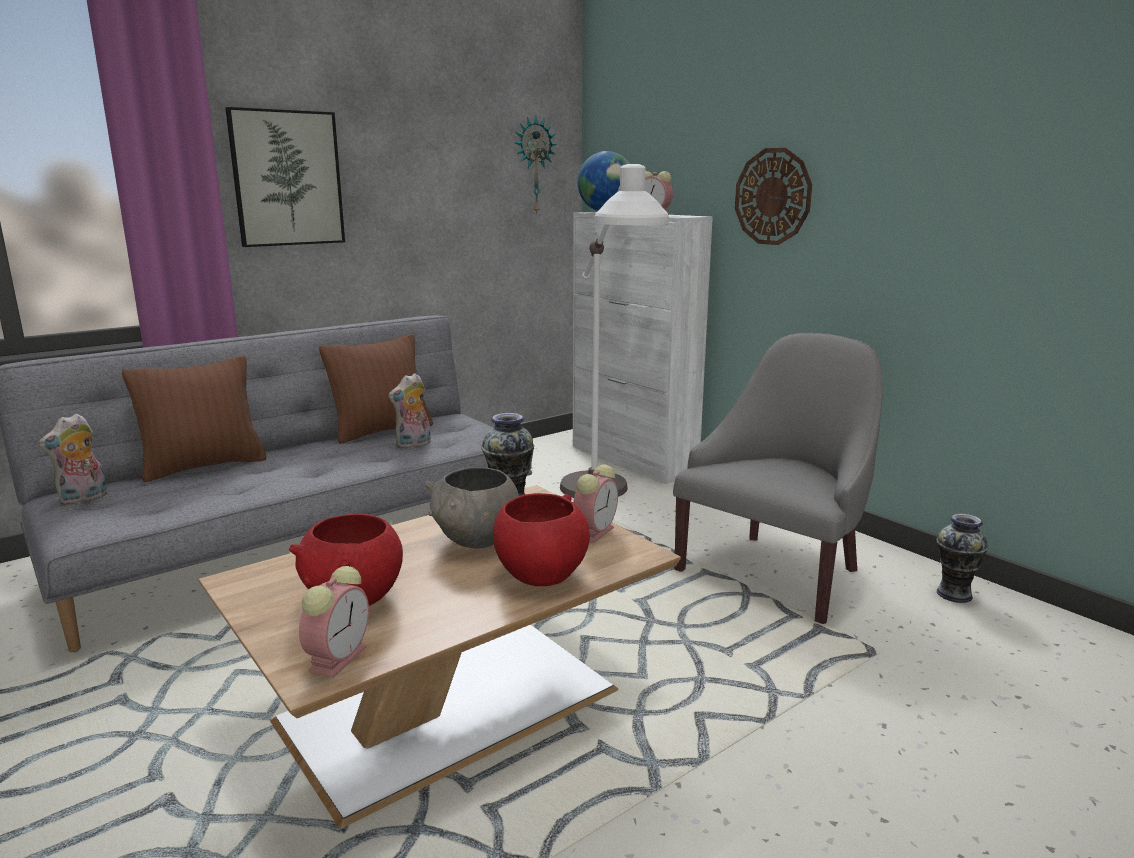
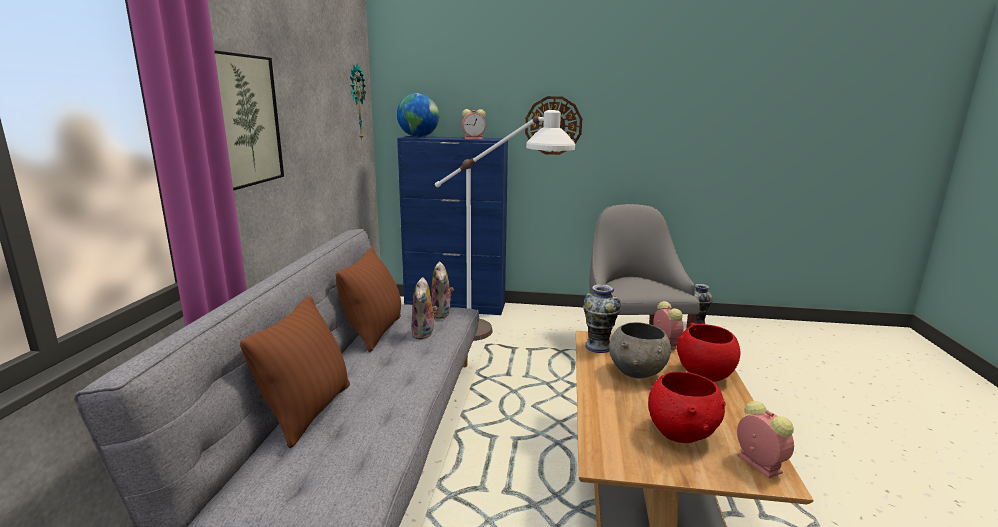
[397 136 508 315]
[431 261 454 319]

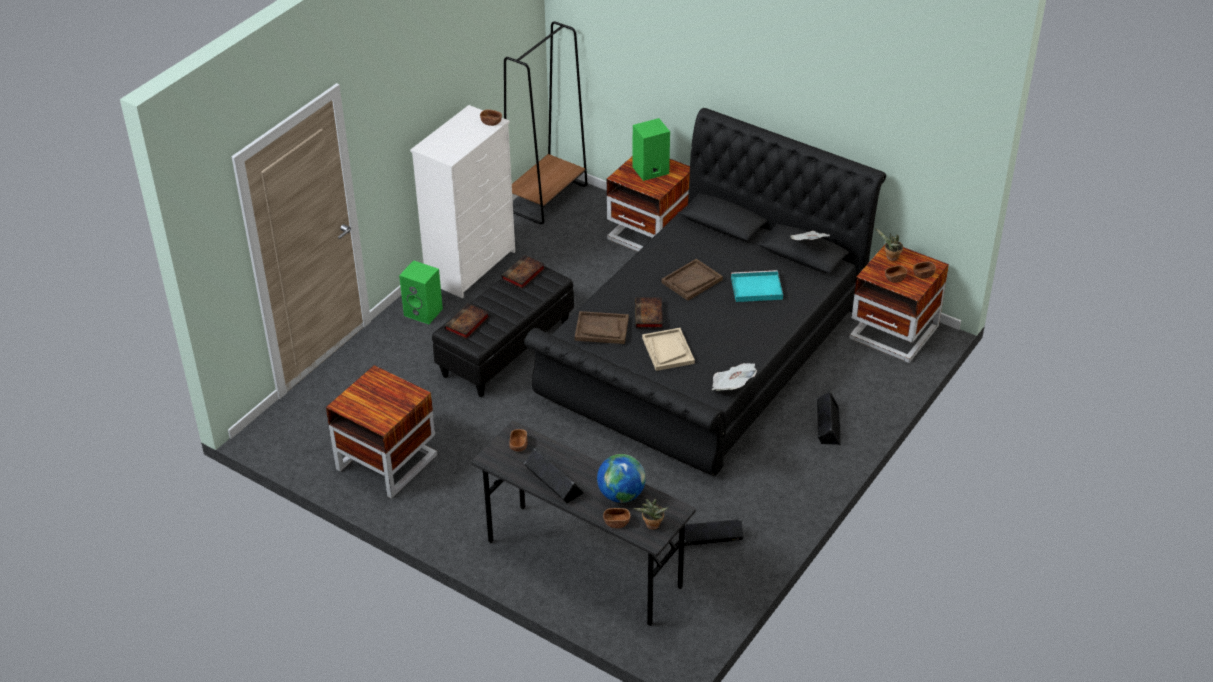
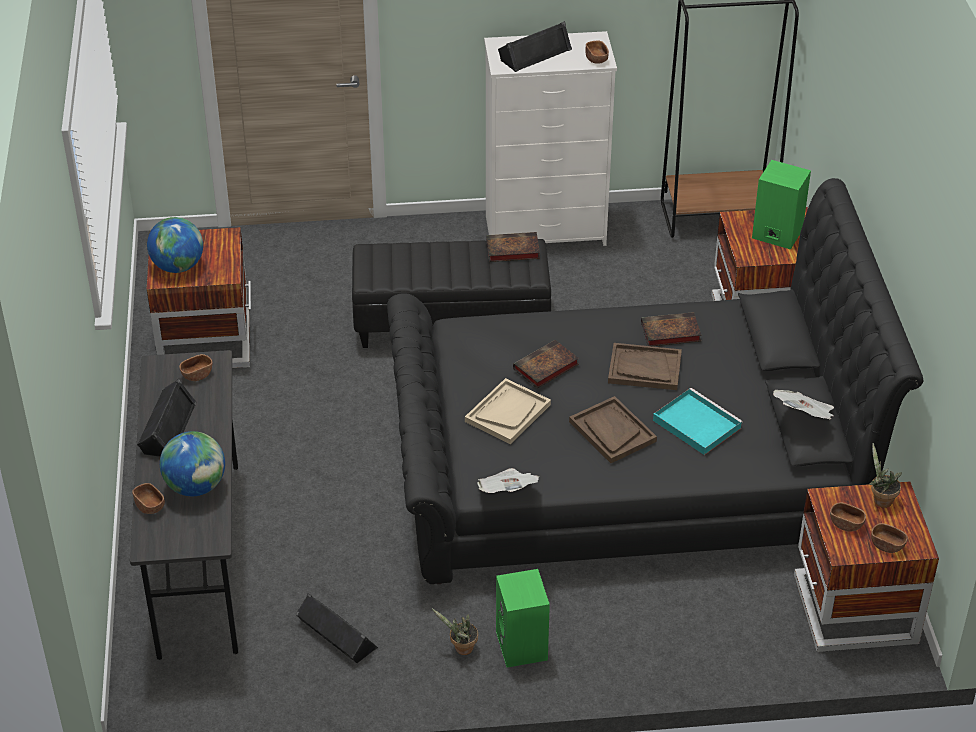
[147 217 203 273]
[432 609 478 655]
[496 569 550 668]
[498 21 572 72]
[569 396 657 463]
[641 312 702 346]

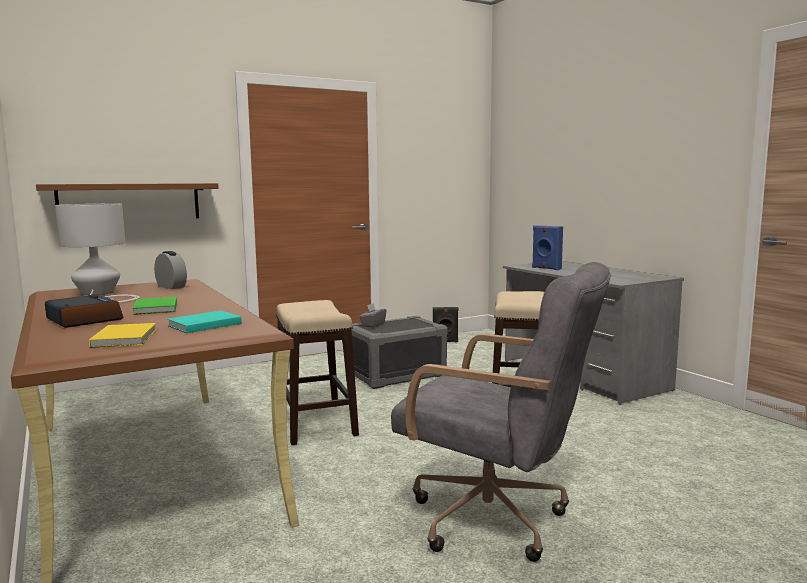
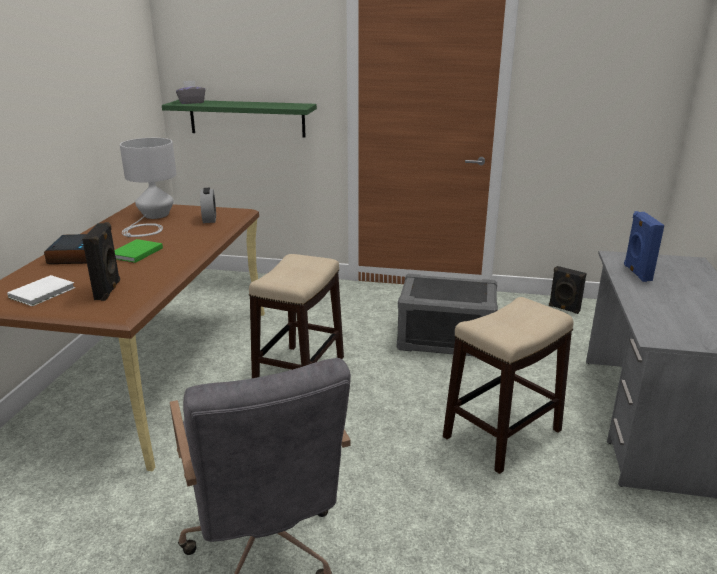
[7 275 75 306]
[82 222 120 301]
[162 100 317 138]
[176 80 205 104]

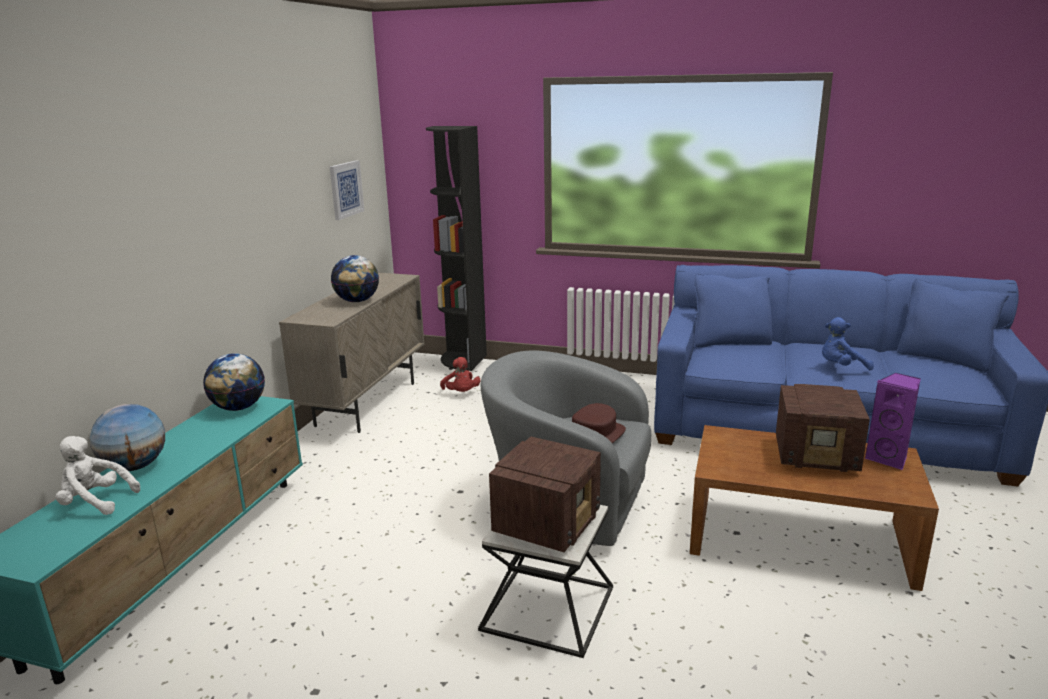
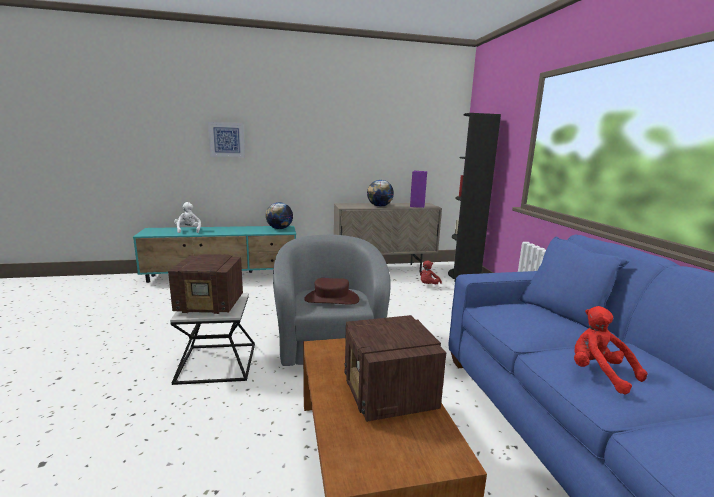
[208 122 245 157]
[410 171 427 208]
[574 306 648 395]
[90 404 165 471] (first image)

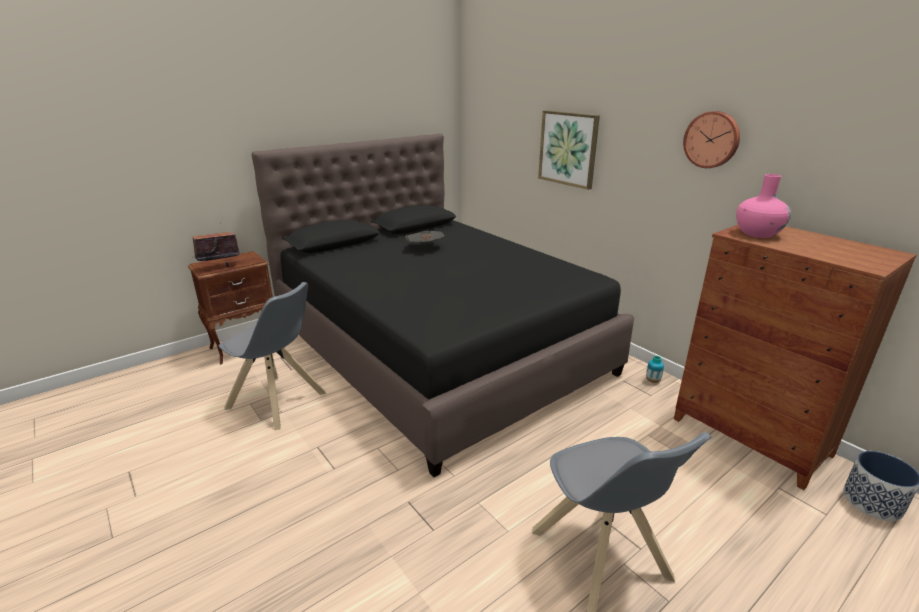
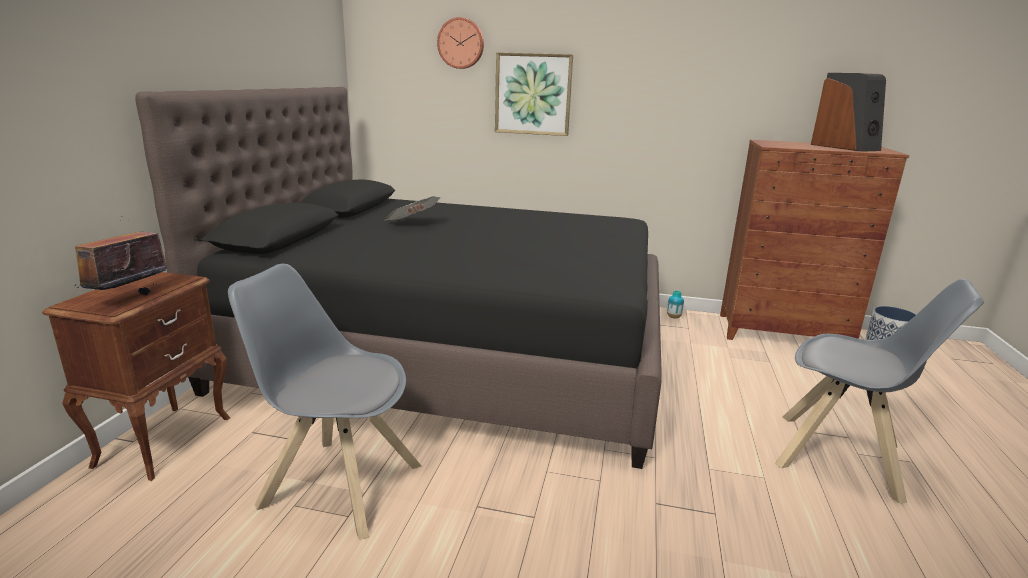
[228 264 422 540]
[437 17 484 69]
[811 73 886 152]
[736 174 791 238] (first image)

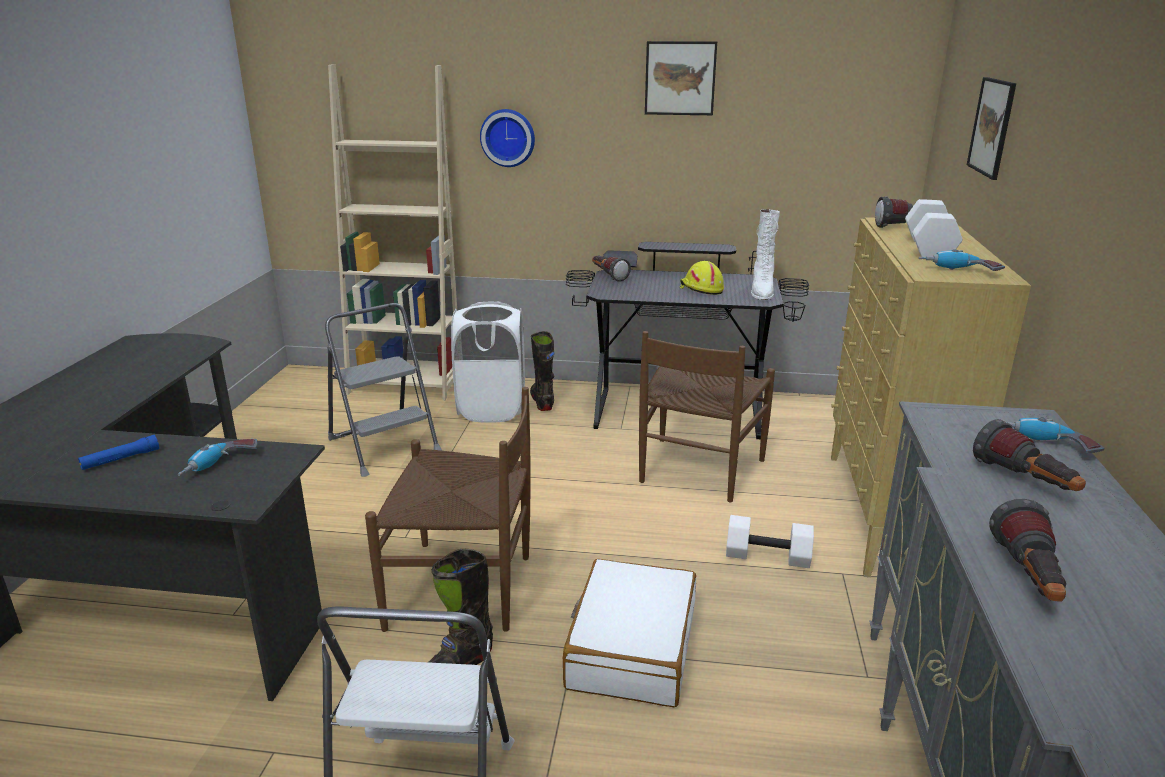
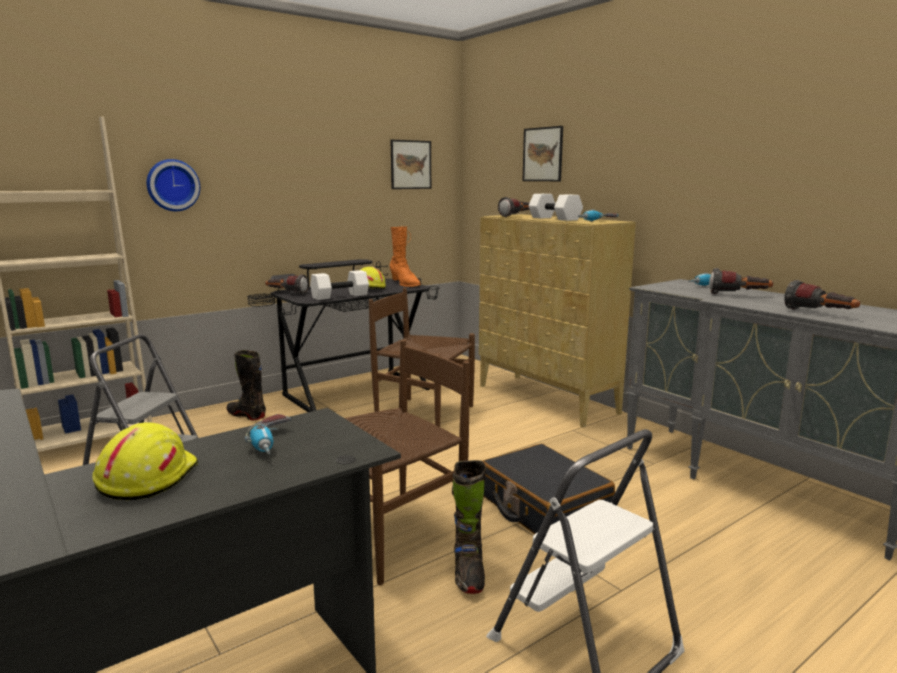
[92 422 198 500]
[310 270 369 300]
[369 288 475 427]
[389 226 421 287]
[390 140 431 189]
[483 444 615 534]
[451 301 525 423] (first image)

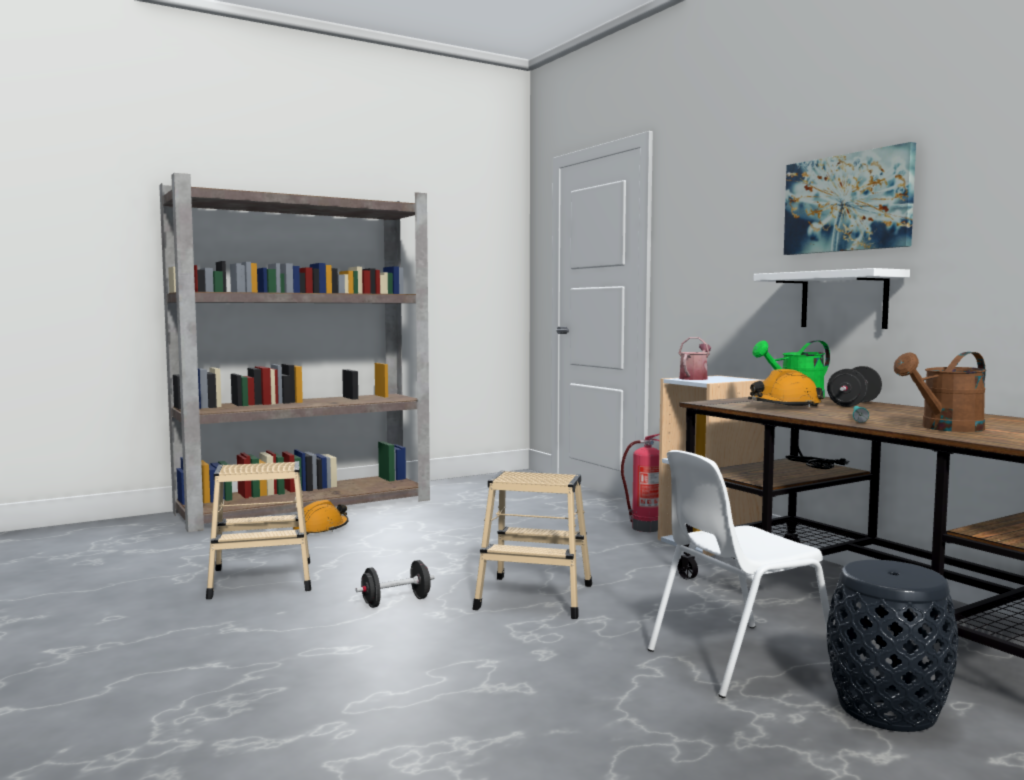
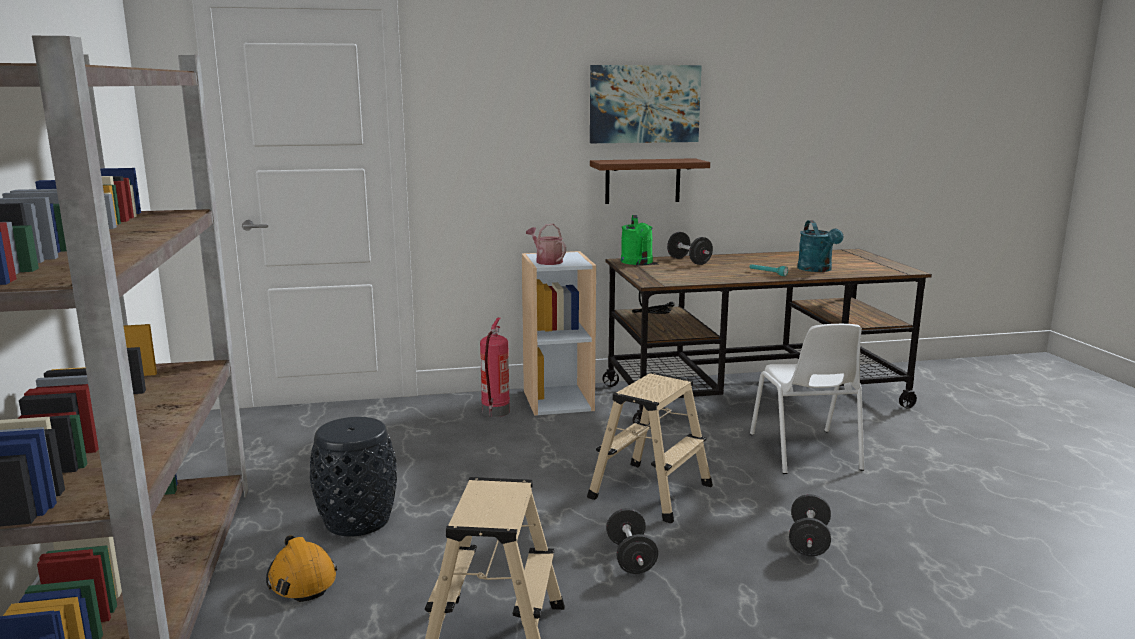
[310 417 397 537]
[590 158 710 204]
[789 494 831 556]
[797 220 844 272]
[748 369 824 407] (first image)

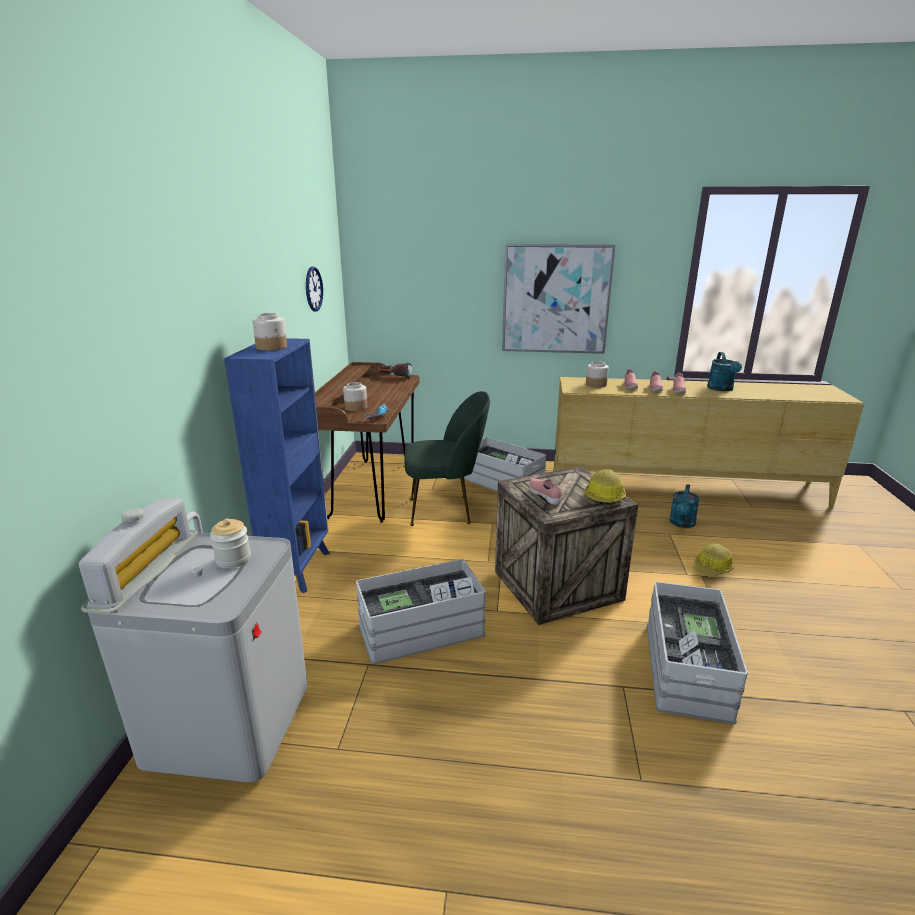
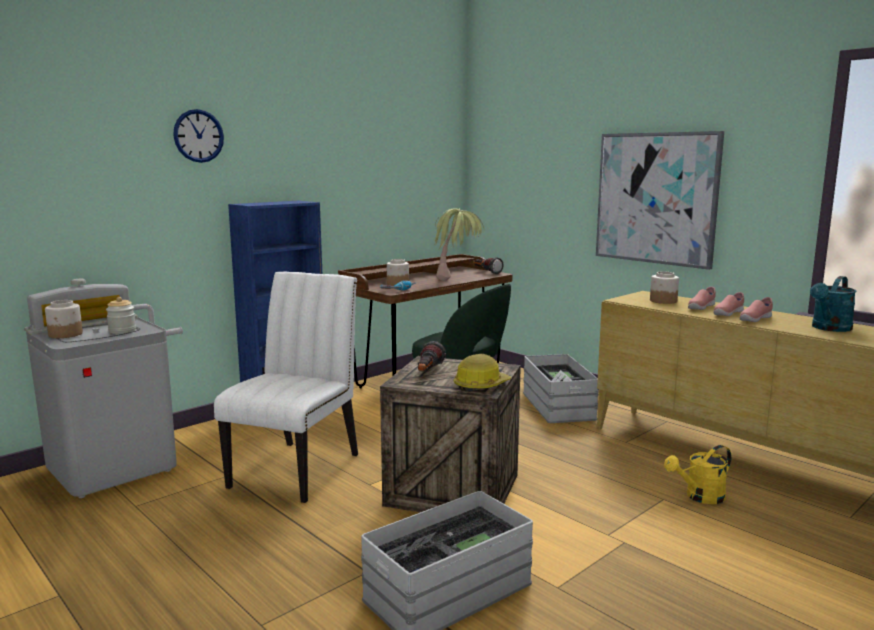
[45 300 83 338]
[173 109 224 163]
[214 271 358 503]
[418 341 446 371]
[434 208 484 281]
[664 445 732 504]
[692 544 734 577] (first image)

